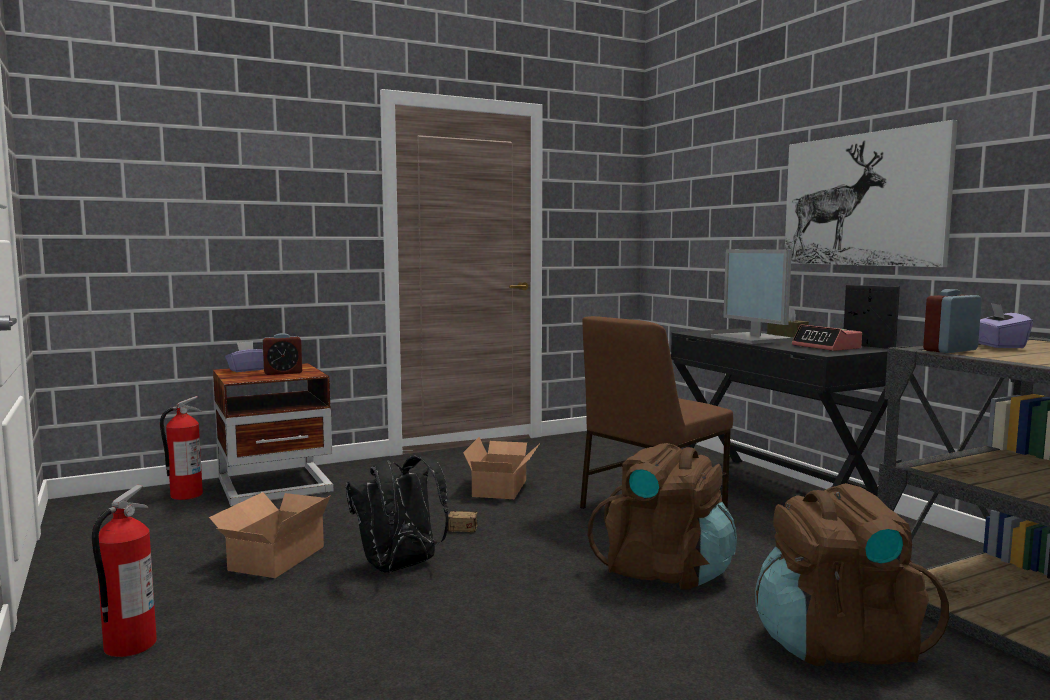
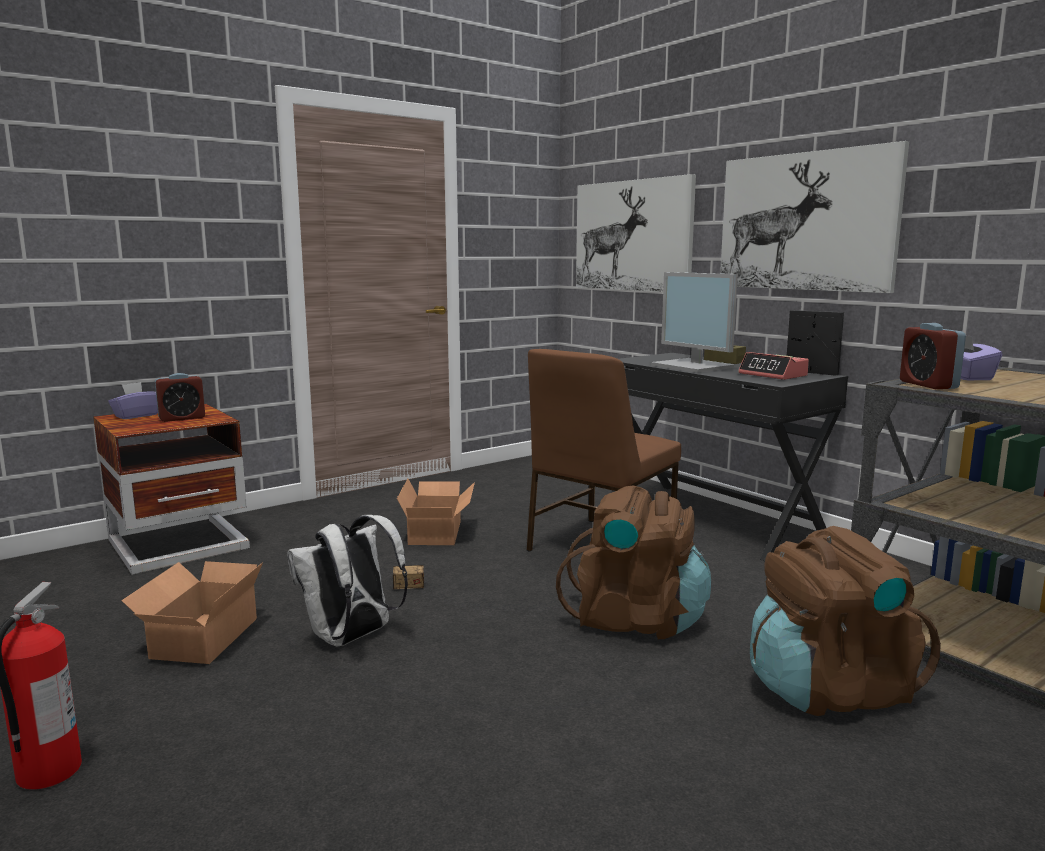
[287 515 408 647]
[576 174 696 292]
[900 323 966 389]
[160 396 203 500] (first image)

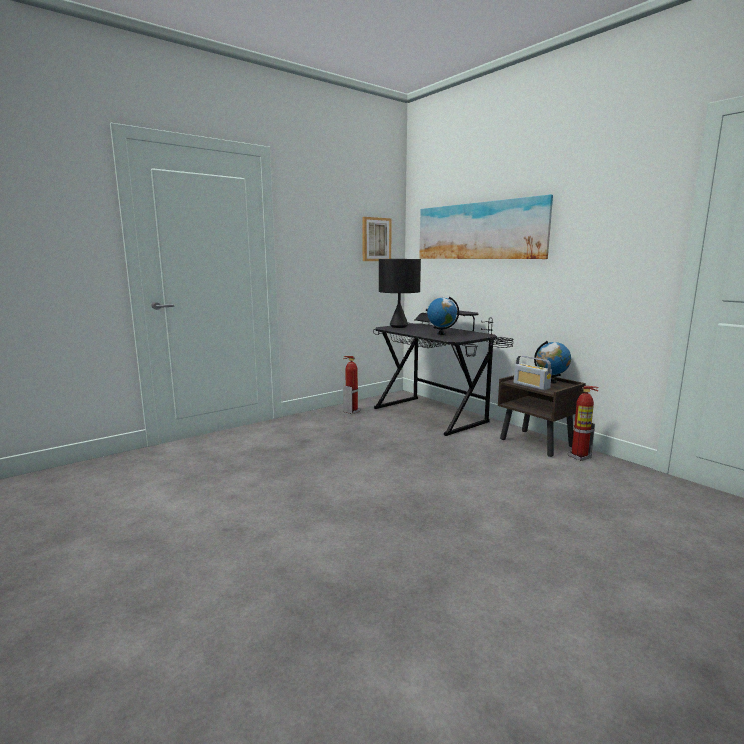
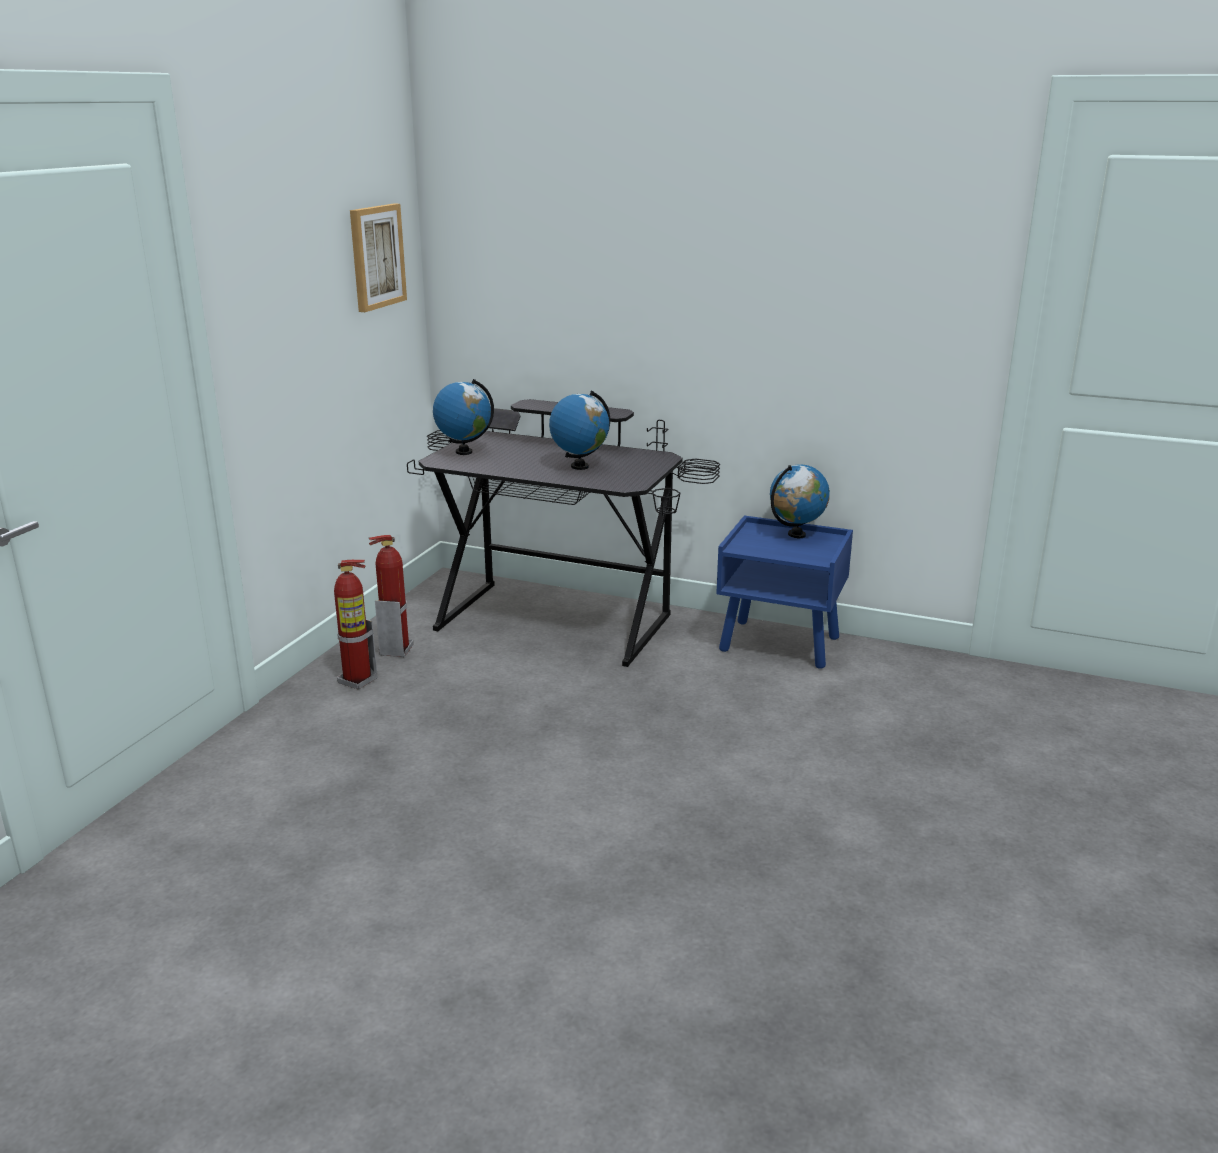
[334 560 377 690]
[433 379 494 455]
[716 516 853 669]
[420 194 553 259] (first image)
[514 356 552 390] (first image)

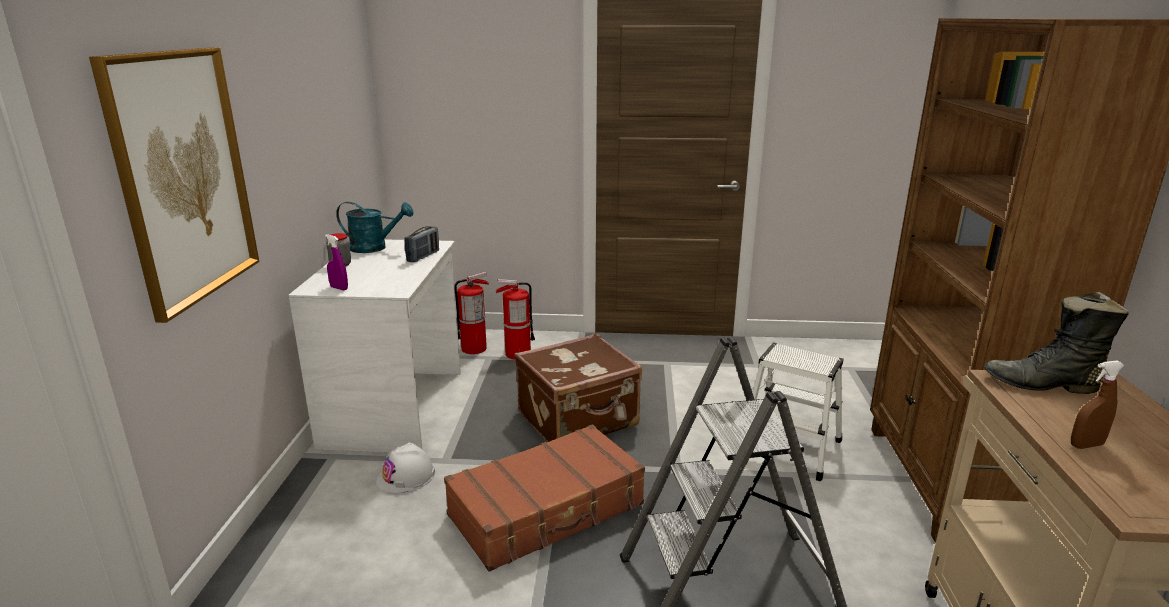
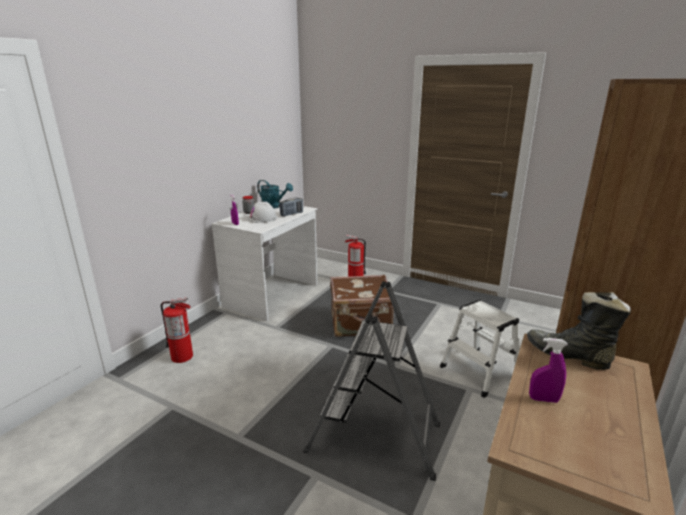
[161 298 193 363]
[247 202 278 223]
[529 338 568 403]
[89 47 259 323] (first image)
[444 424 645 572] (first image)

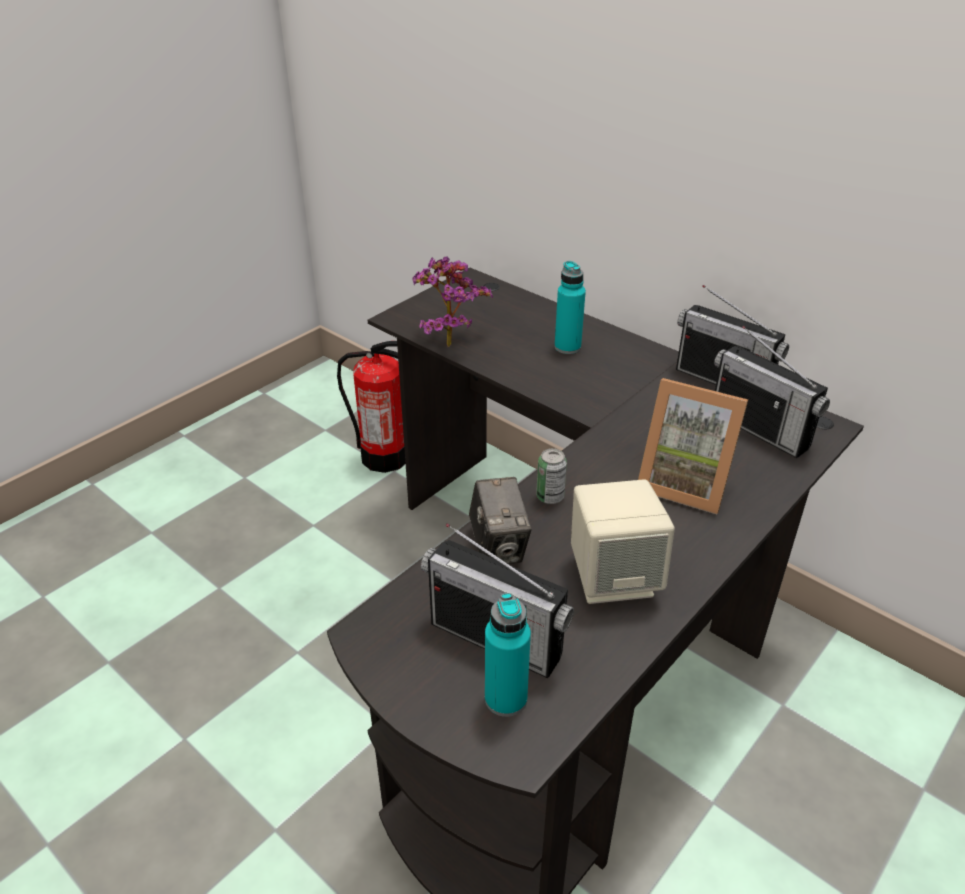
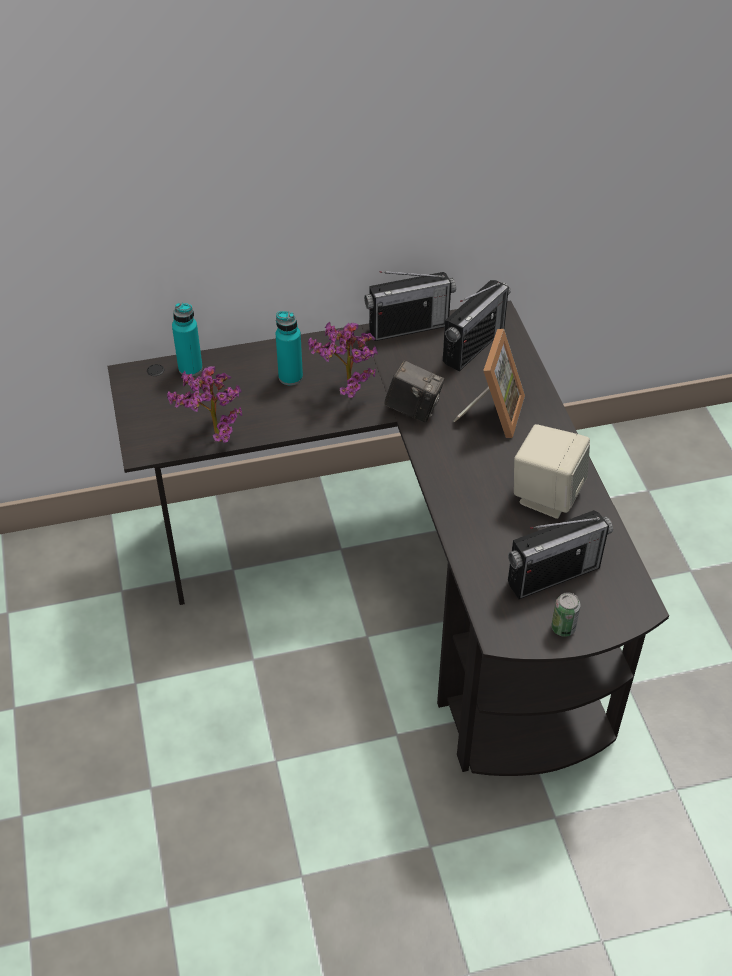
[172 303 203 376]
[308 322 378 398]
[384 360 444 422]
[443 280 511 371]
[453 329 525 438]
[551 592 581 637]
[337 341 406 473] (first image)

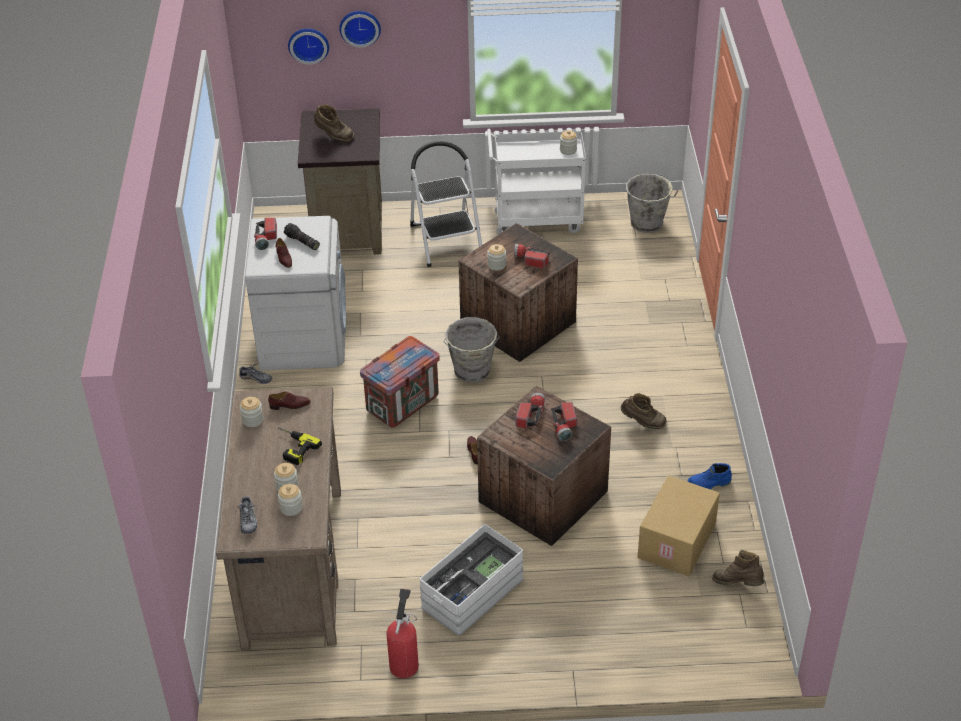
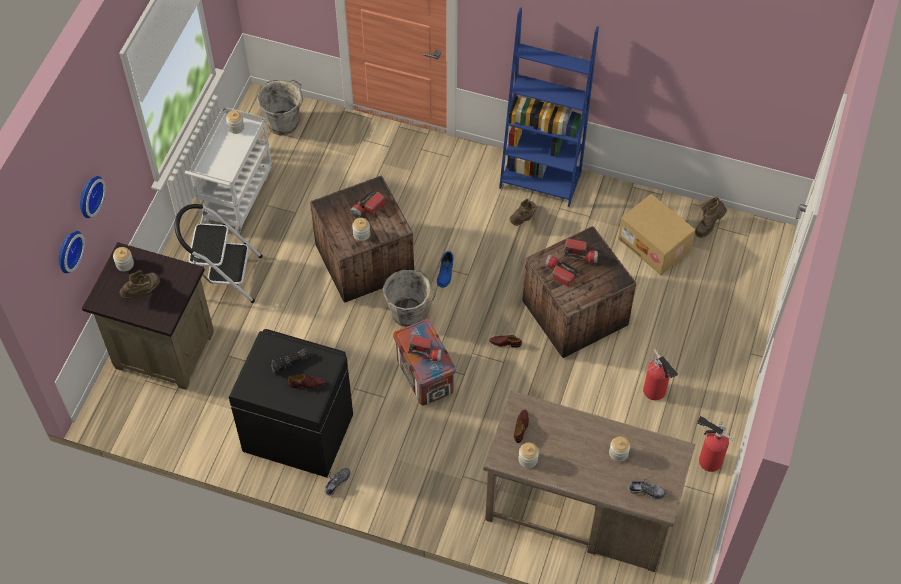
[113 247 134 272]
[229 329 353 478]
[407 335 442 362]
[437 251 454 288]
[499 7 599 207]
[643 349 678 400]
[278 428 322 465] (first image)

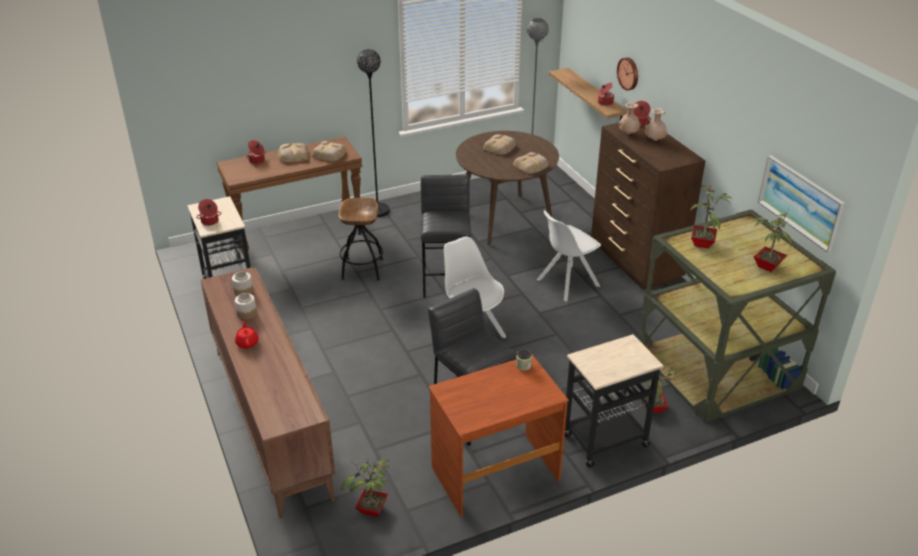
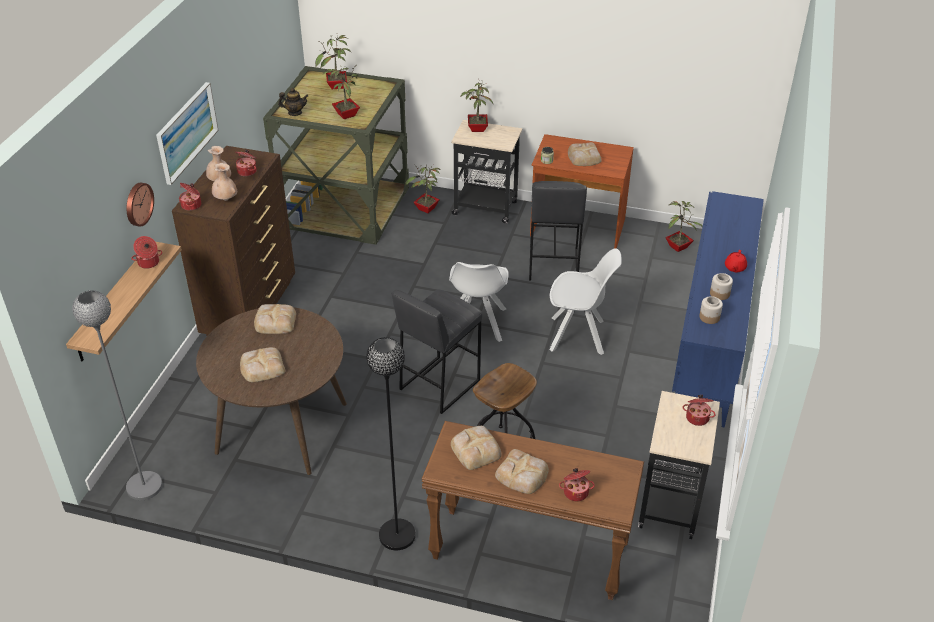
[156 82 219 185]
[235 150 257 176]
[278 88 308 116]
[461 81 493 132]
[549 248 622 355]
[568 142 602 166]
[672 191 764 428]

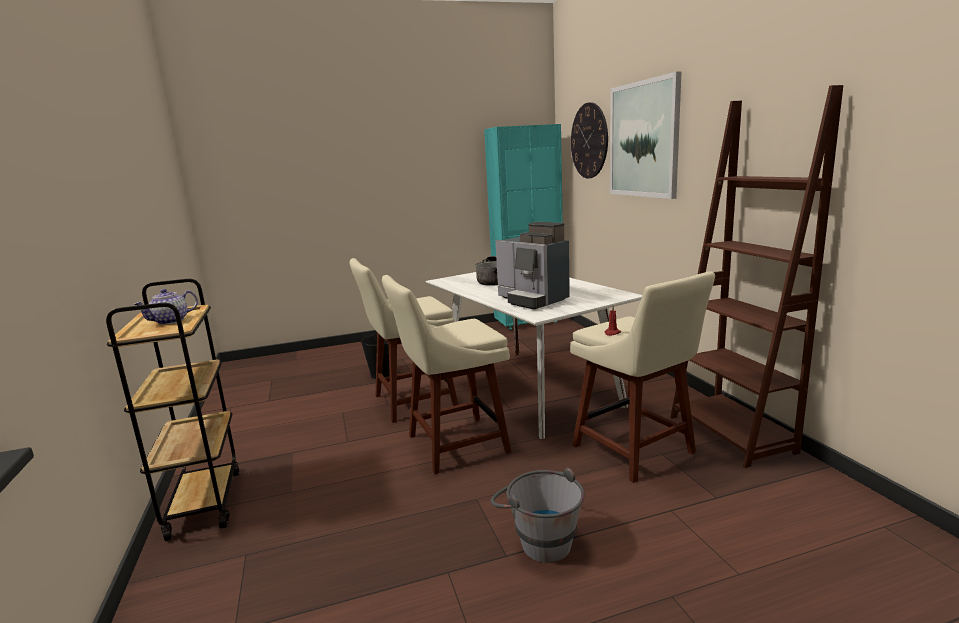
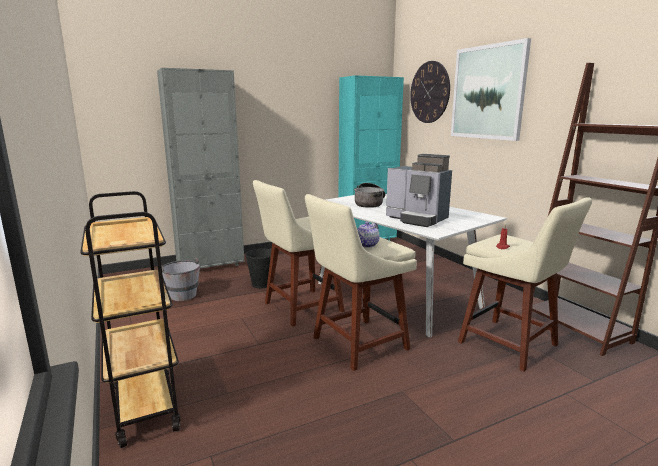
[157 68 244 268]
[162 257 201 301]
[357 222 380 248]

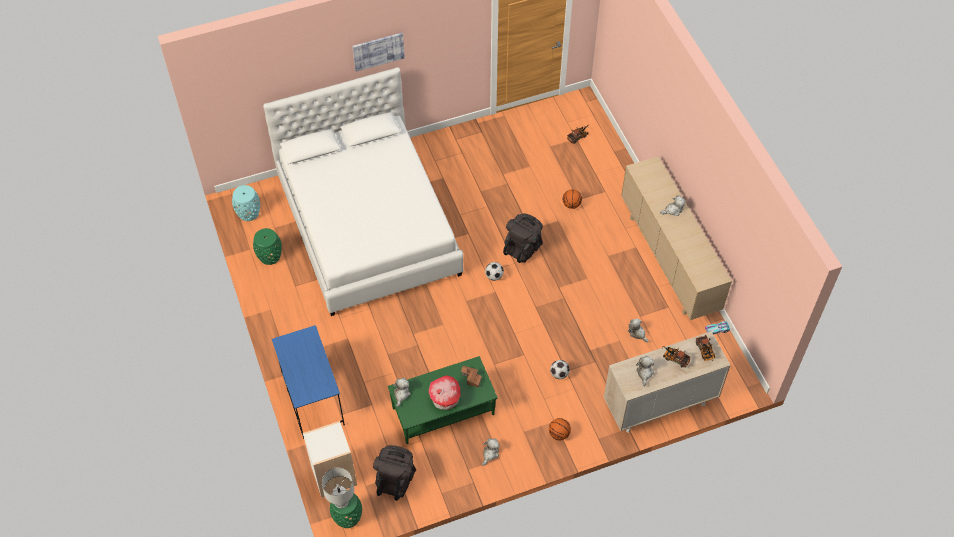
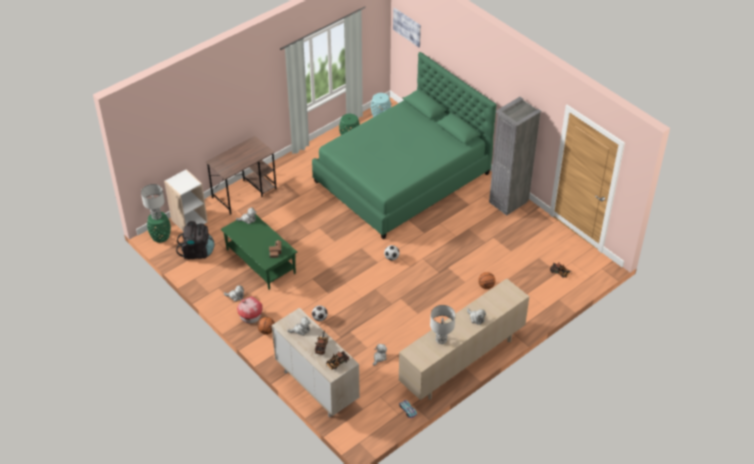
[206 136 277 215]
[237 297 263 324]
[312 52 496 239]
[393 8 421 47]
[430 305 455 344]
[489 97 542 216]
[503 214 543 263] (first image)

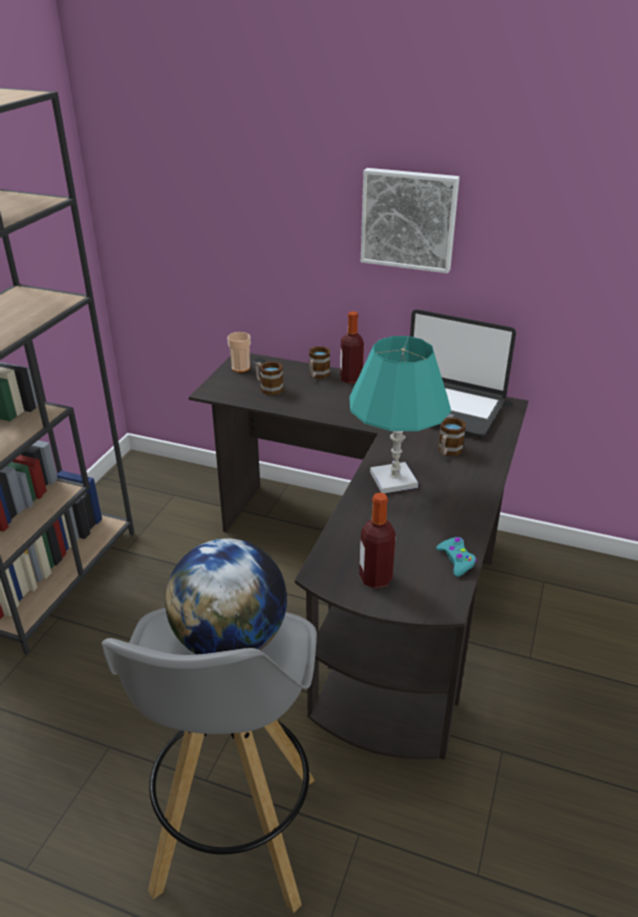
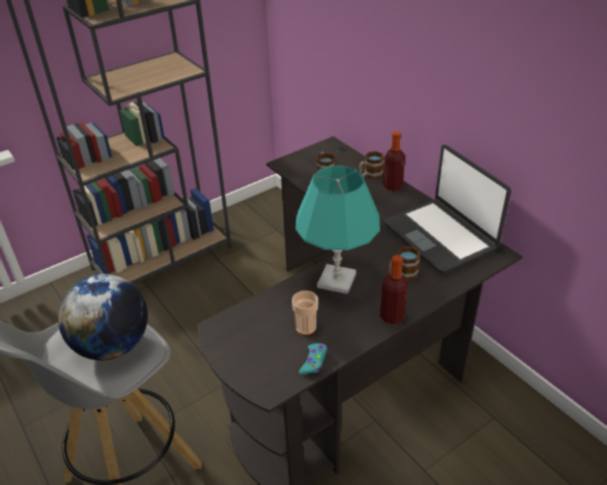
[292 291 318 335]
[380 255 408 325]
[361 168 460 273] (first image)

